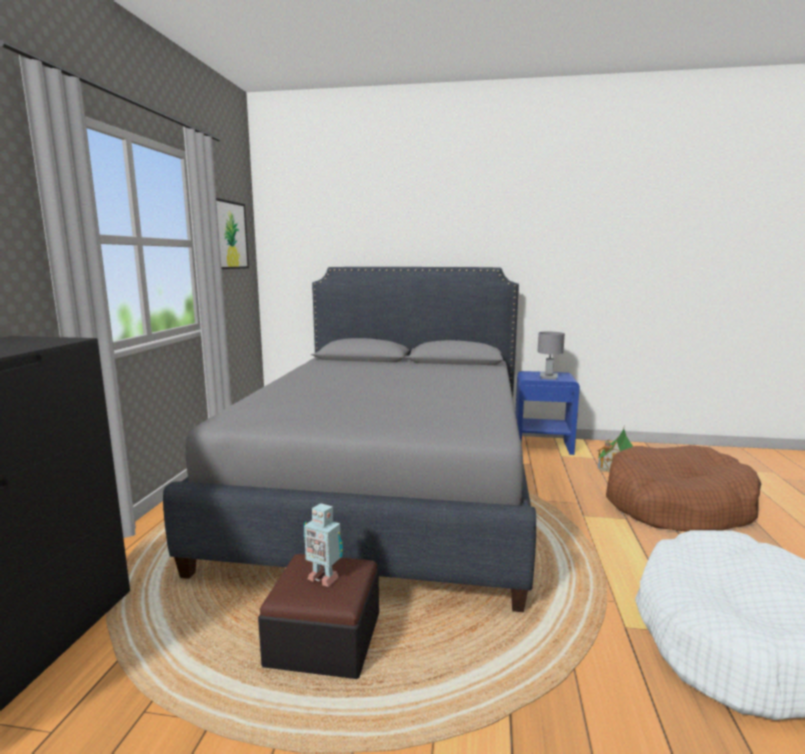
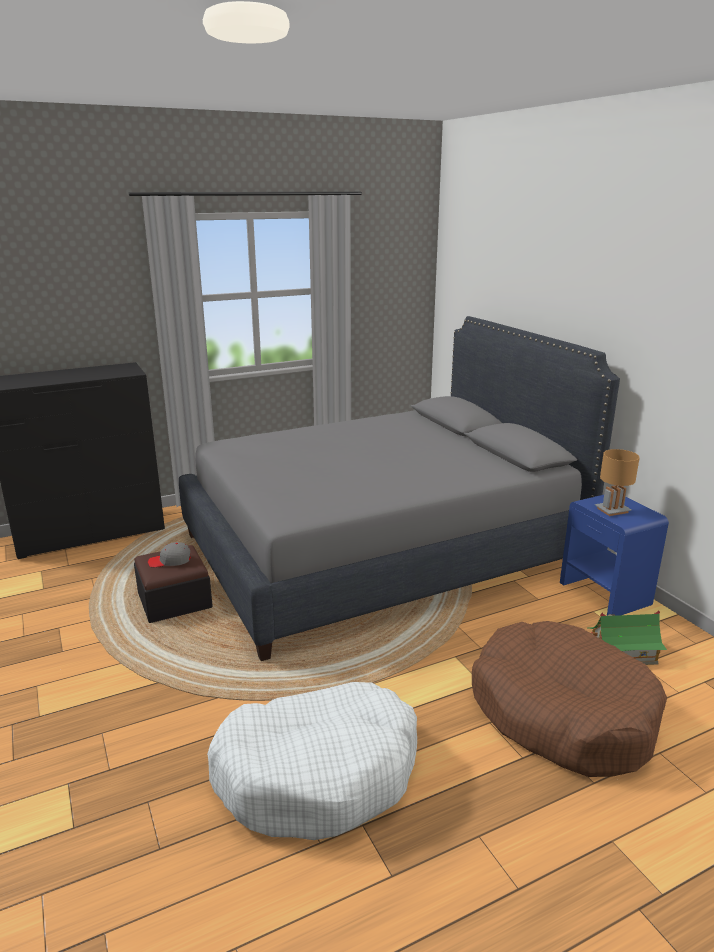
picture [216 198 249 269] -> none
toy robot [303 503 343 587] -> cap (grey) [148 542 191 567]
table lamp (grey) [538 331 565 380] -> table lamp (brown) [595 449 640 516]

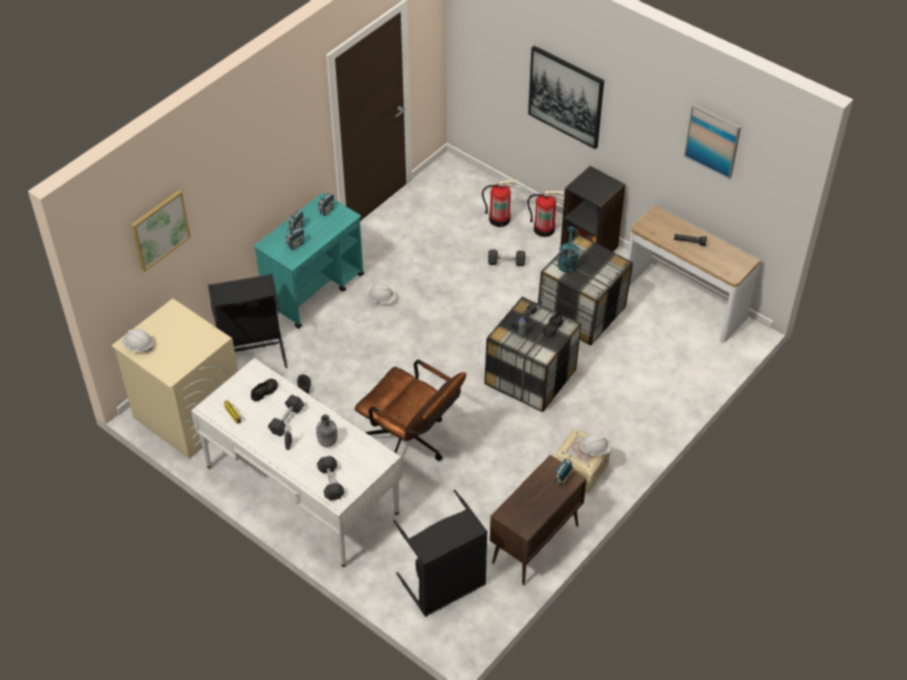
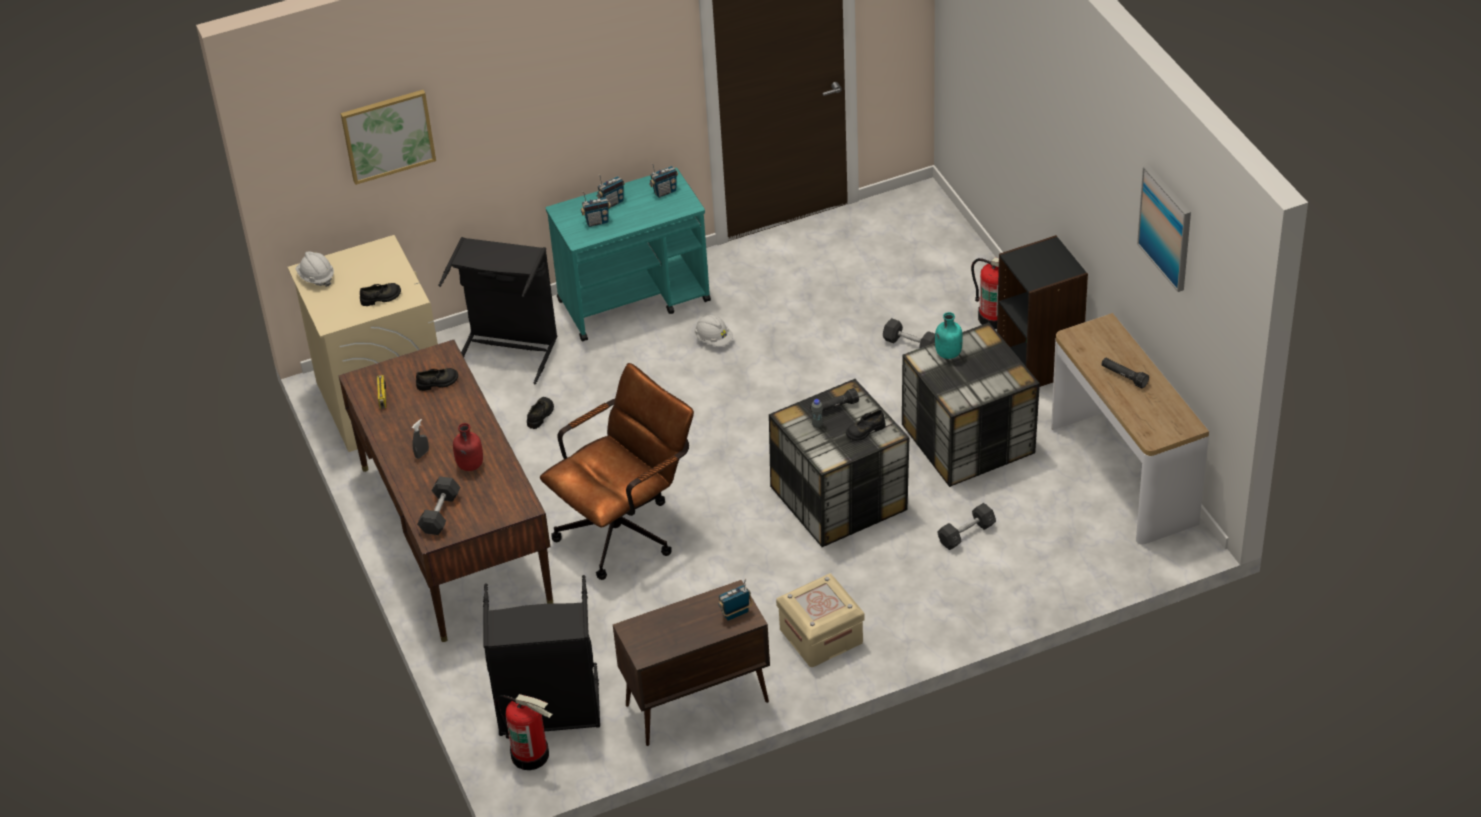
picture [528 46 604 149] -> none
hard hat (white) [579 433 612 456] -> none
none -> shoe (black) [360 283 401 306]
dumbbell (grey) [268 395 305 436] -> dumbbell (grey) [937 503 996 550], move
fire extinguisher [482 180 520 227] -> fire extinguisher [495 694 552 770], move
watering can (turquoise) [558 227 579 273] -> bottle (turquoise) [935 312 963 359]
desk (white) [191 358 402 567] -> desk (brown) [339 340 553 642]
bottle (grey) [316 414 337 447] -> bottle (red) [453 423 483 471]
office chair (brown) [354 360 466 461] -> office chair (brown) [540 363 694 580], 105 degrees counterclockwise

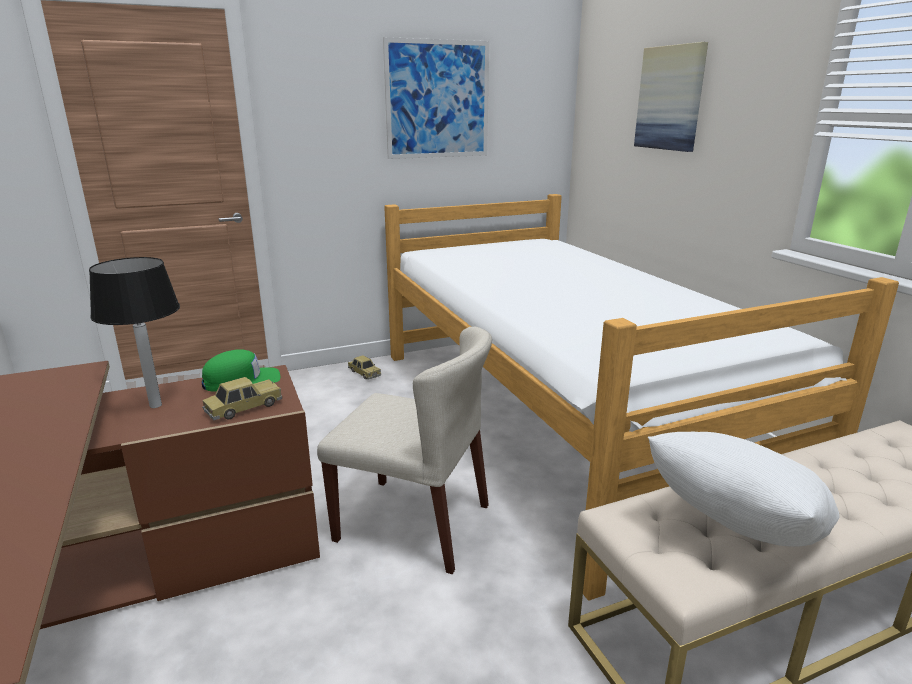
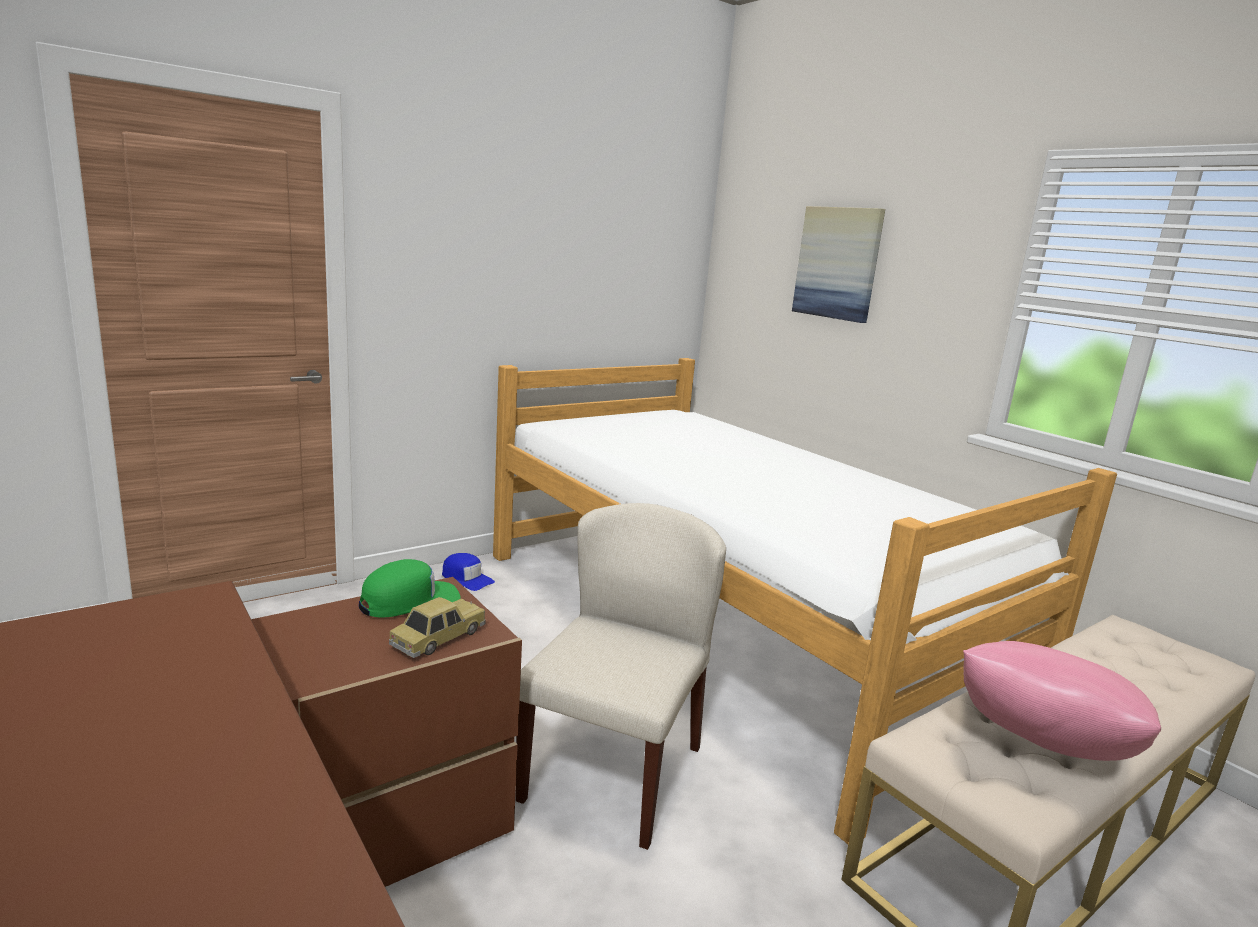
table lamp [89 257 180 408] -> none
picture [383 37 489 159] -> none
toy car [348 355 381 380] -> cap (blue) [442 553 495 591]
pillow (white) [648 432 840 547] -> pillow (pink) [963 641 1161 761]
chair (beige) [317 327 492 574] -> chair (beige) [516 503 726 850], 75 degrees counterclockwise

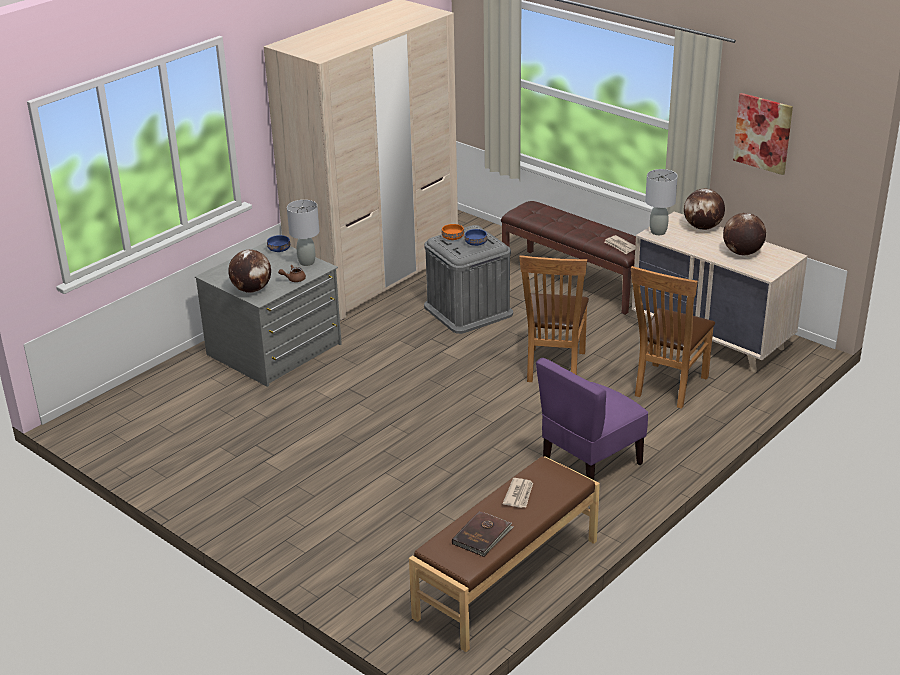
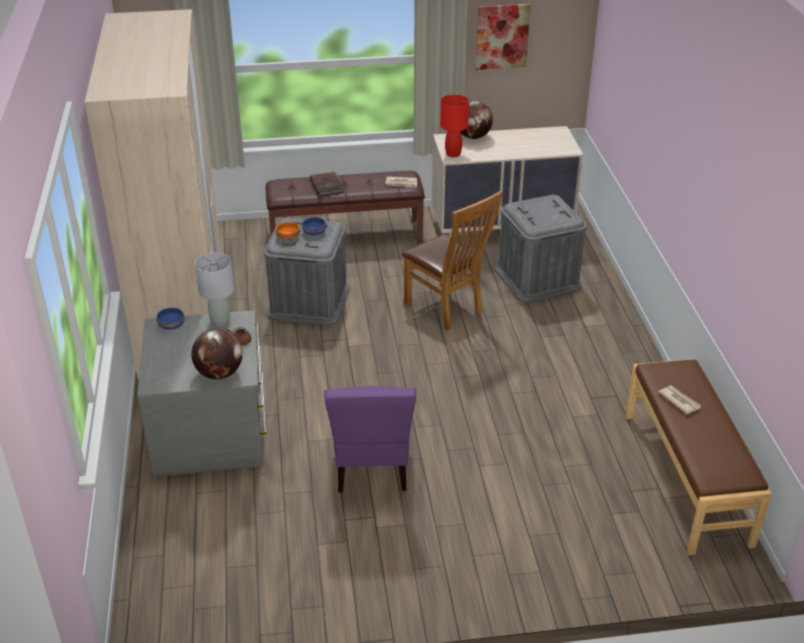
globe [723 213 766 256] -> none
book (brown) [452 511 513 557] -> book (brown) [310 172 344 196], move
chair (purple) [536 358 648 480] -> chair (purple) [324 386 416 493], move
chair (brown) [631 266 715 409] -> storage box (grey) [495 195 587 303]
table lamp (grey) [645 169 678 235] -> table lamp (red) [440 95 469 157]

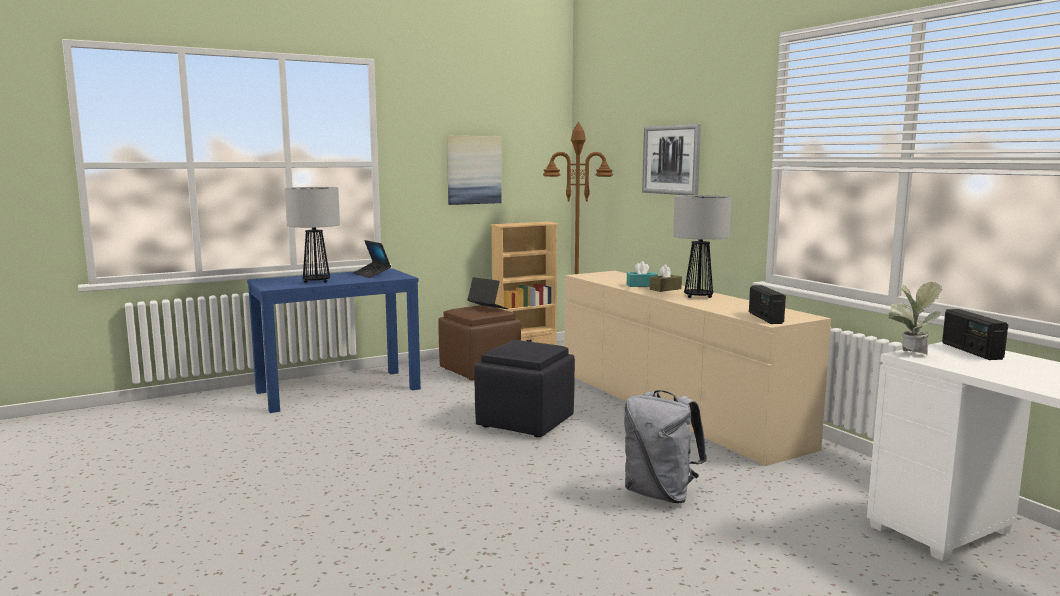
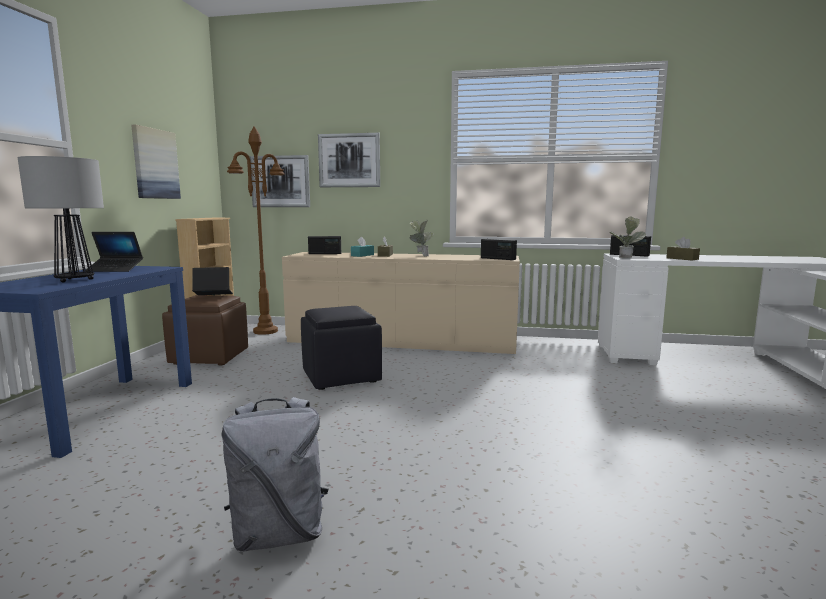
none -> picture [250 155 310 207]
none -> radio [308 236 341 254]
none -> tissue box (brown) [666 237 700 260]
backpack (grey) [624 390 707 503] -> backpack (grey) [221 397 328 552], move
table lamp [673 195 731 298] -> potted plant [410 220 434 257]

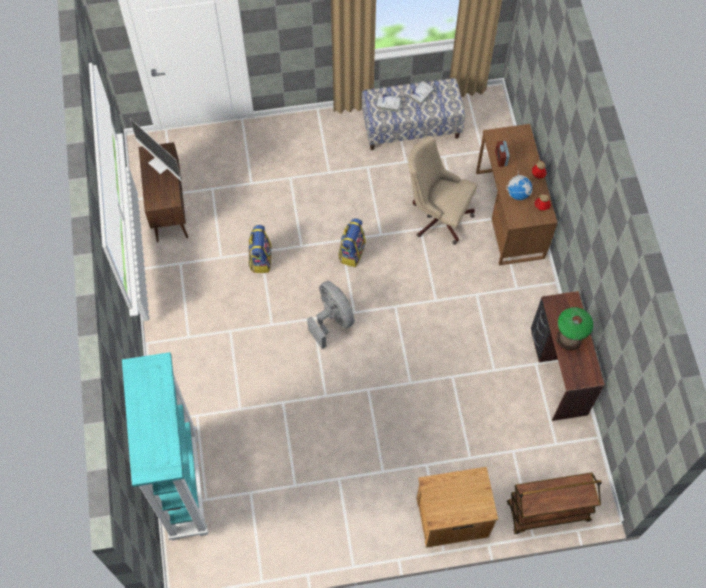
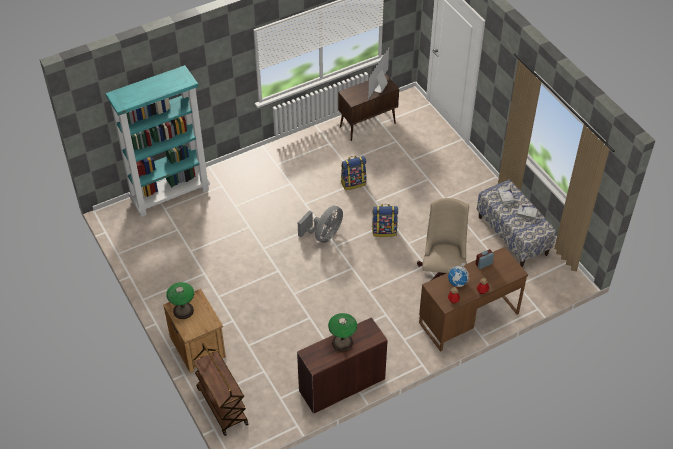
none -> table lamp [166 282 194 319]

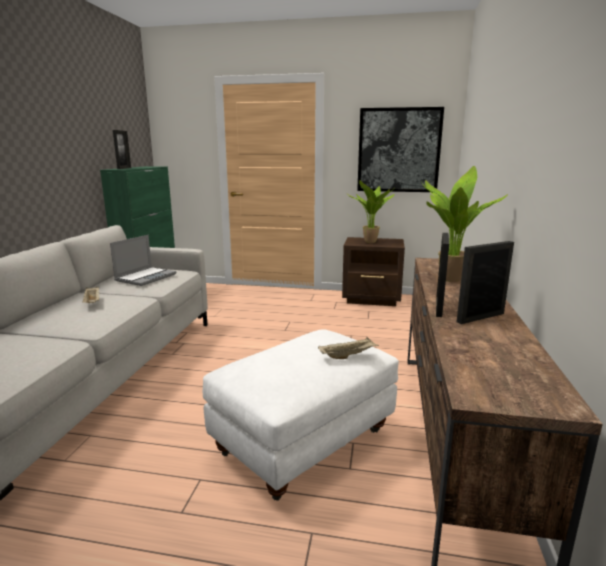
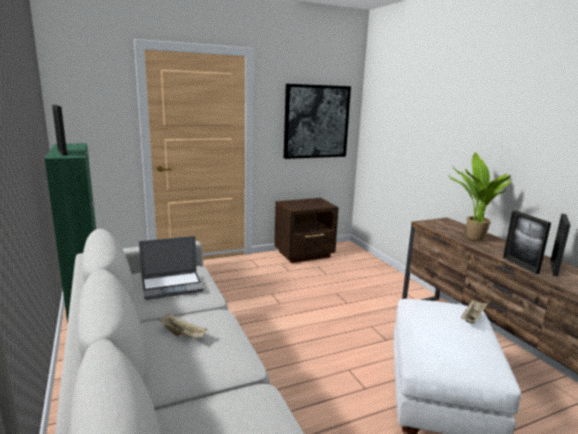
potted plant [349 180 394 243] -> none
laptop [110 235 177 286] -> laptop [139 236 204 300], 75 degrees clockwise

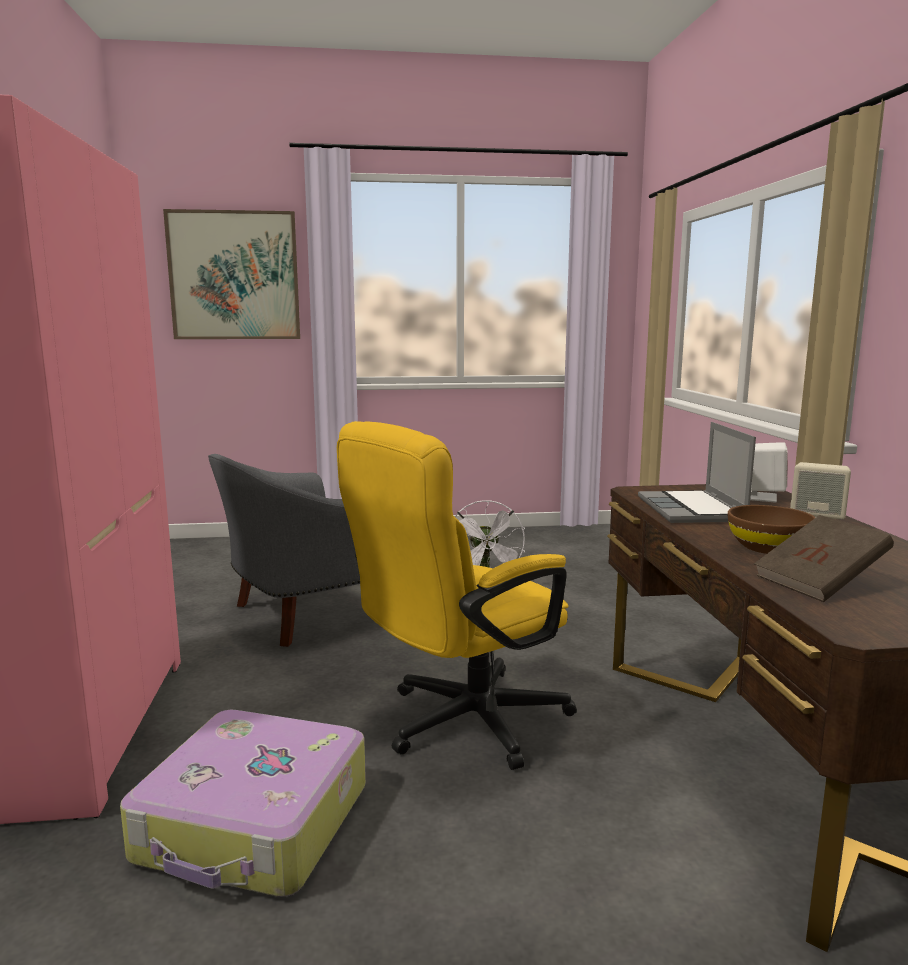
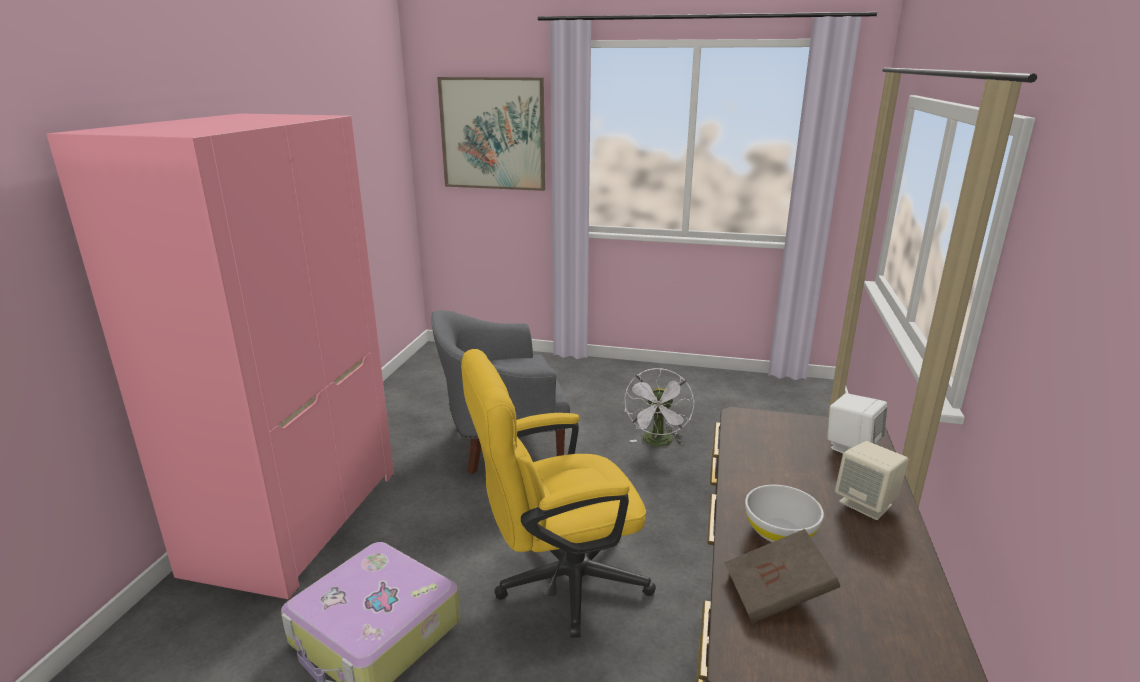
laptop [638 422 756 523] -> none
bowl (brown) [728 505 816 554] -> bowl (white) [745 485 824 542]

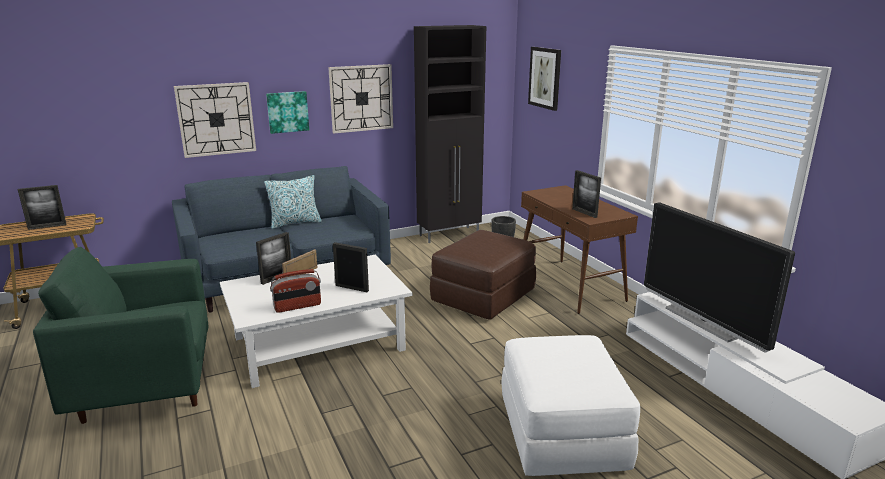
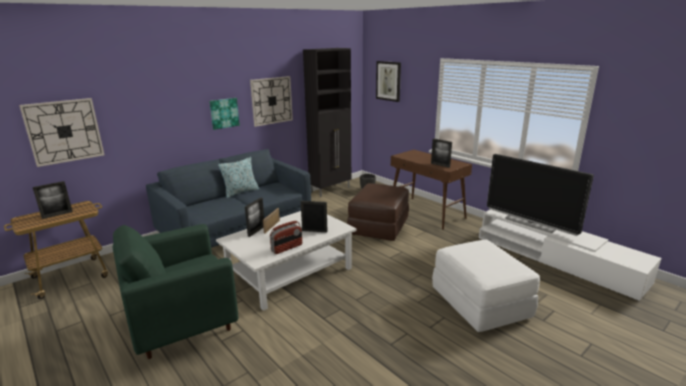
wall clock [174 82 256 158] -> wall clock [19 98 104 167], move

